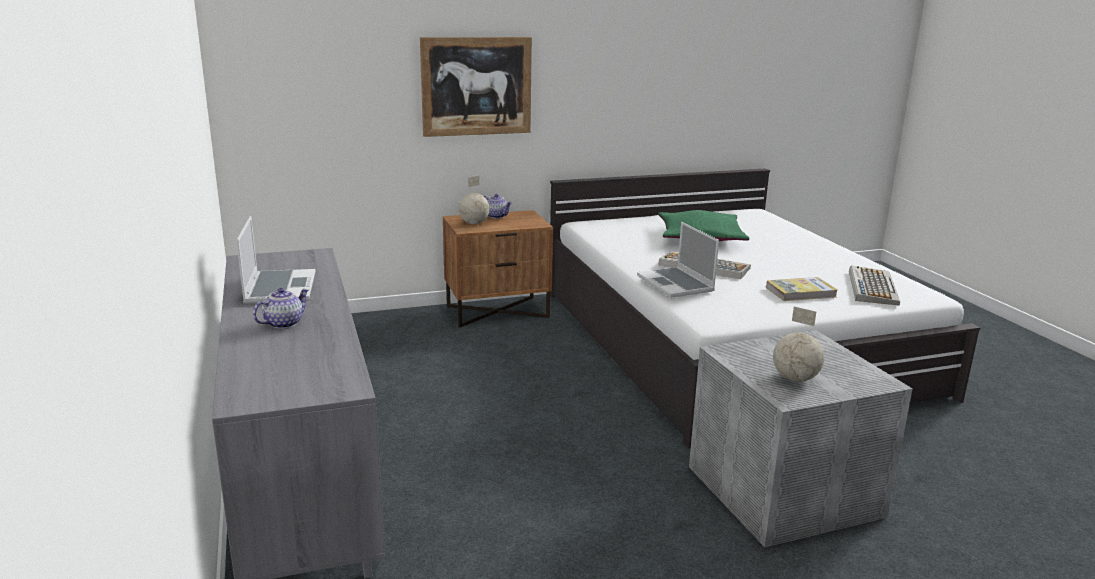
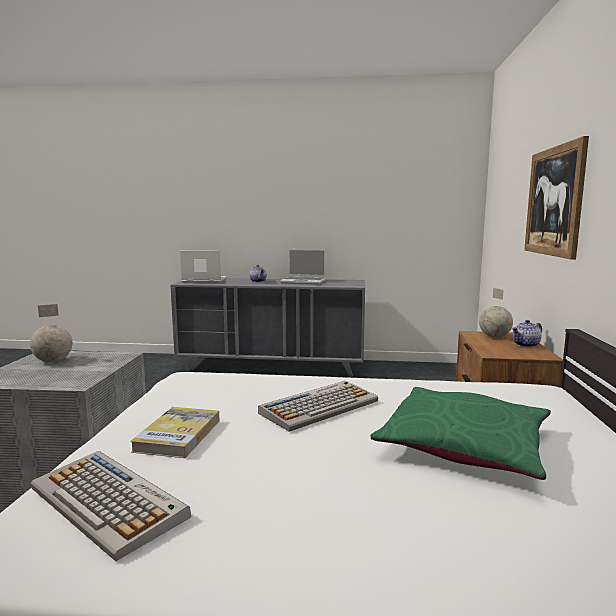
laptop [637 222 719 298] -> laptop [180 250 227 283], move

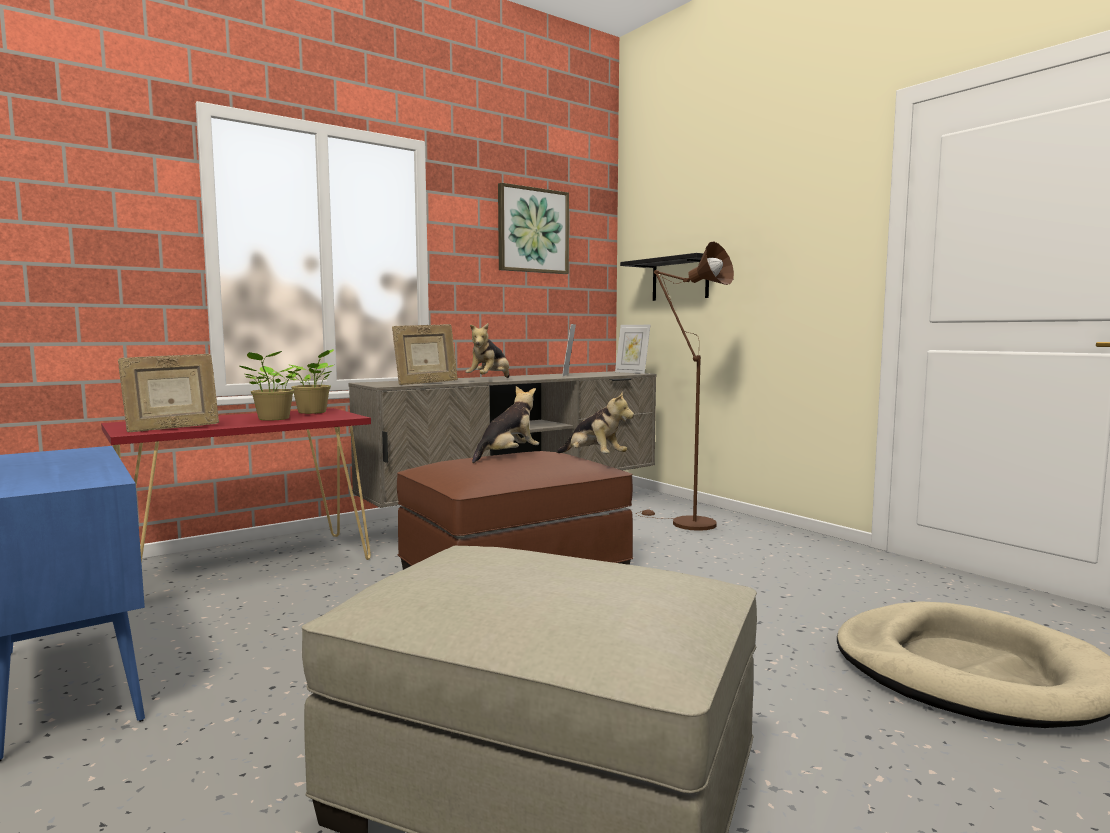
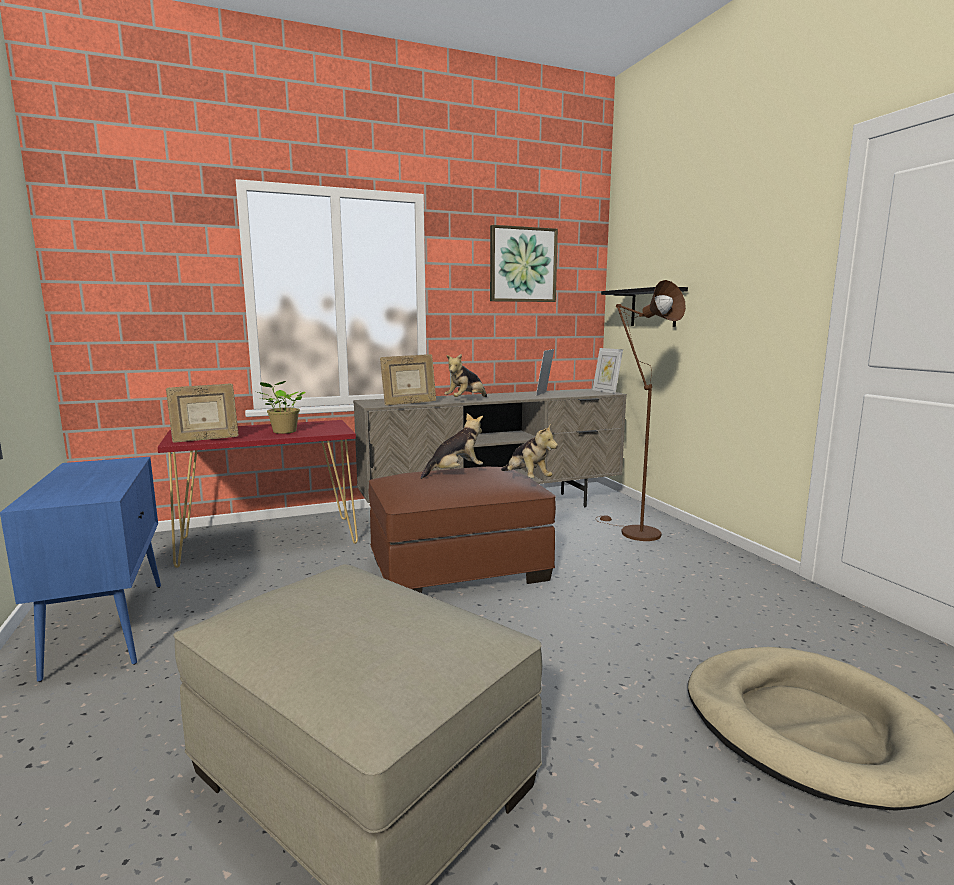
potted plant [288 349 334 414] -> none

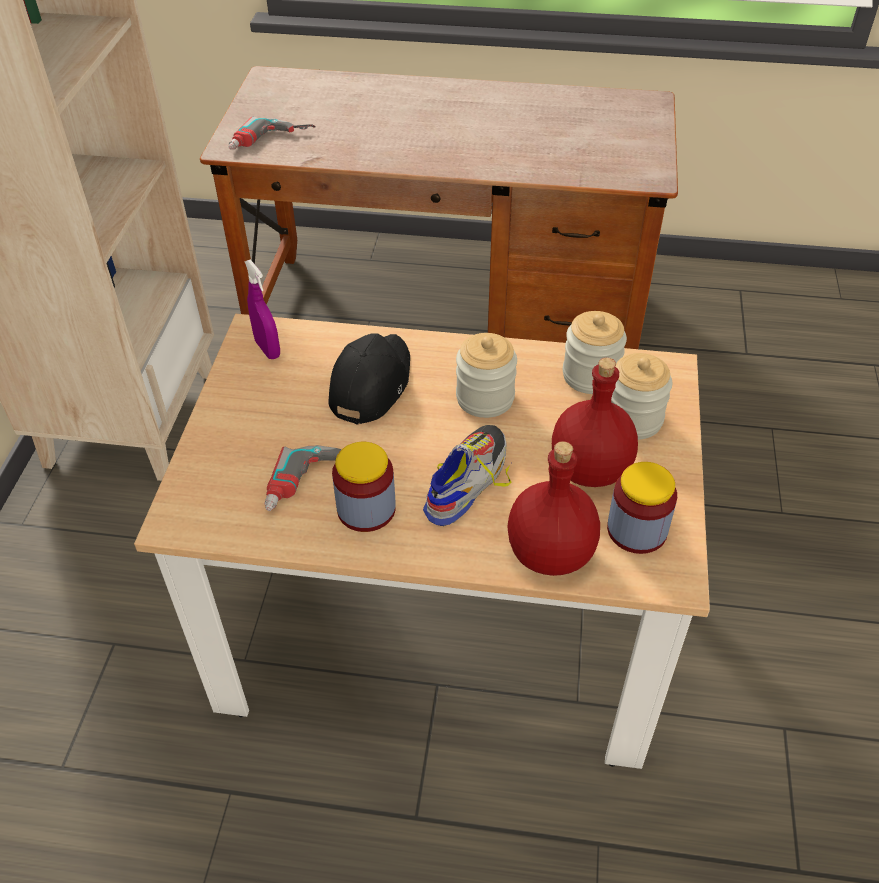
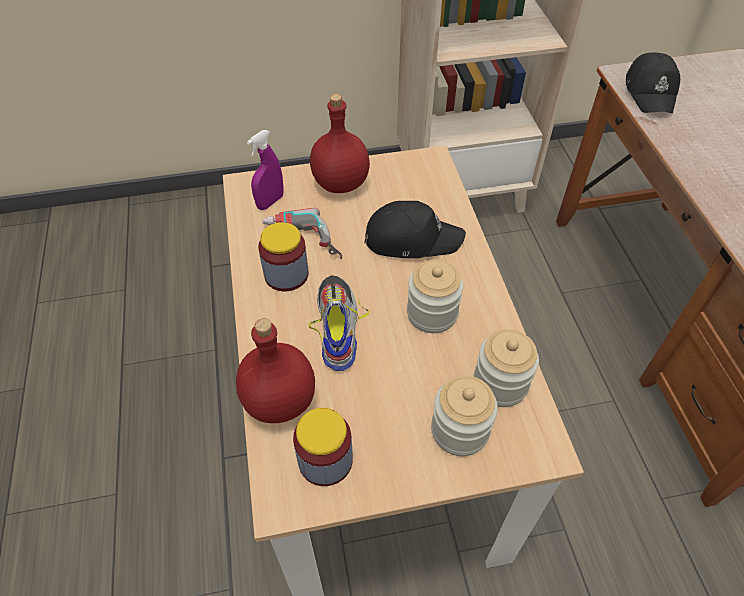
spray bottle (purple) [244 259 280 359] -> spray bottle (purple) [247 130 284 210], move
bottle (red) [552 358 638 487] -> bottle (red) [310 94 370 193], move
power drill [229 116 316 149] -> cap (black) [626 52 680 113]
shoe [423 425 511 526] -> shoe [309 275 369 371], 105 degrees counterclockwise

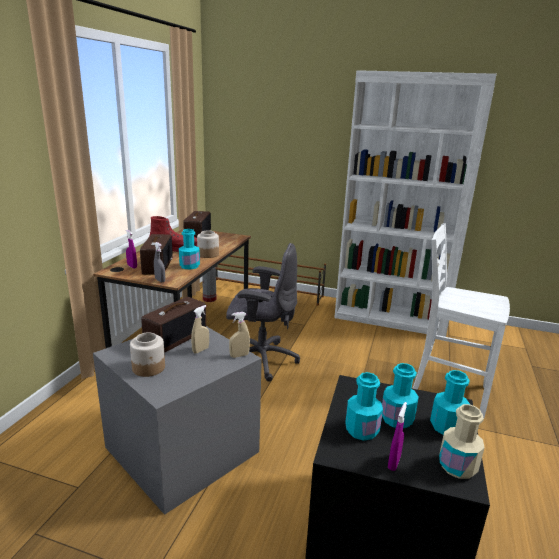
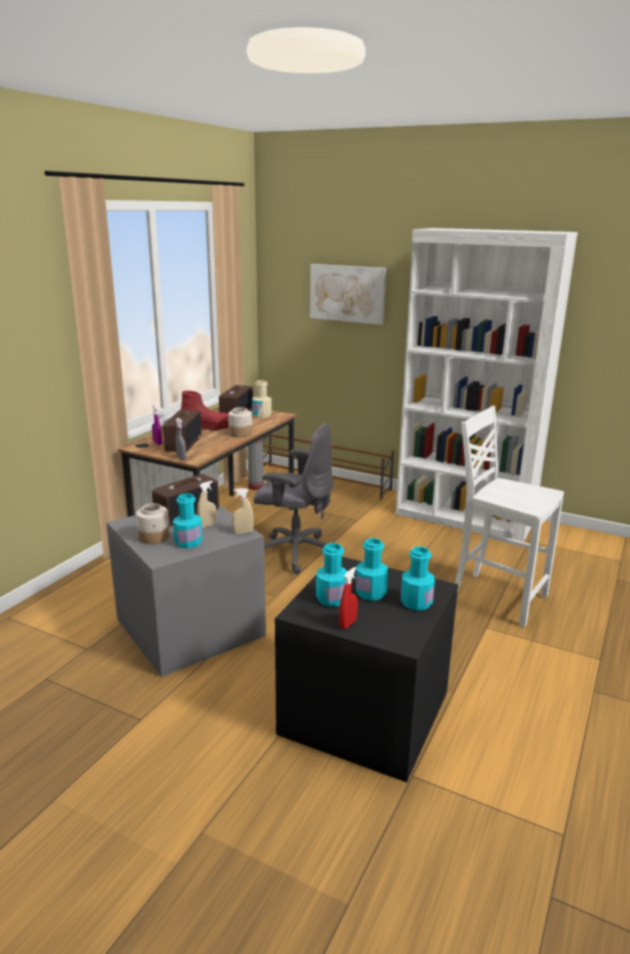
none -> picture [310 264 386 325]
bottle (turquoise) [179 229 200 269] -> bottle (turquoise) [173 493 202 548], move
bottle (beige) [439 404 485 479] -> bottle (beige) [252 380 272 418], move
spray bottle (purple) [388 402 407 471] -> spray bottle (red) [339 567 358 629]

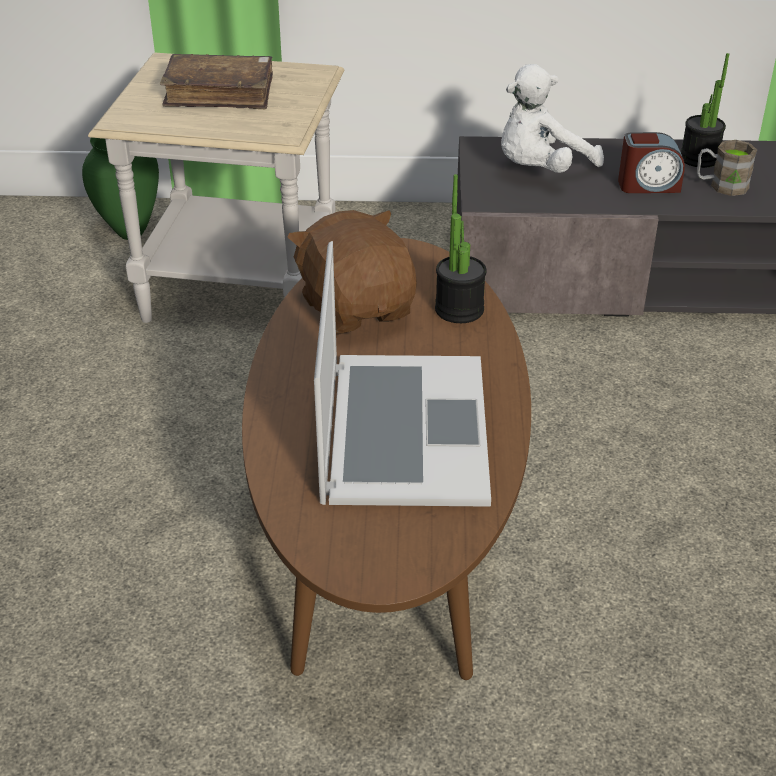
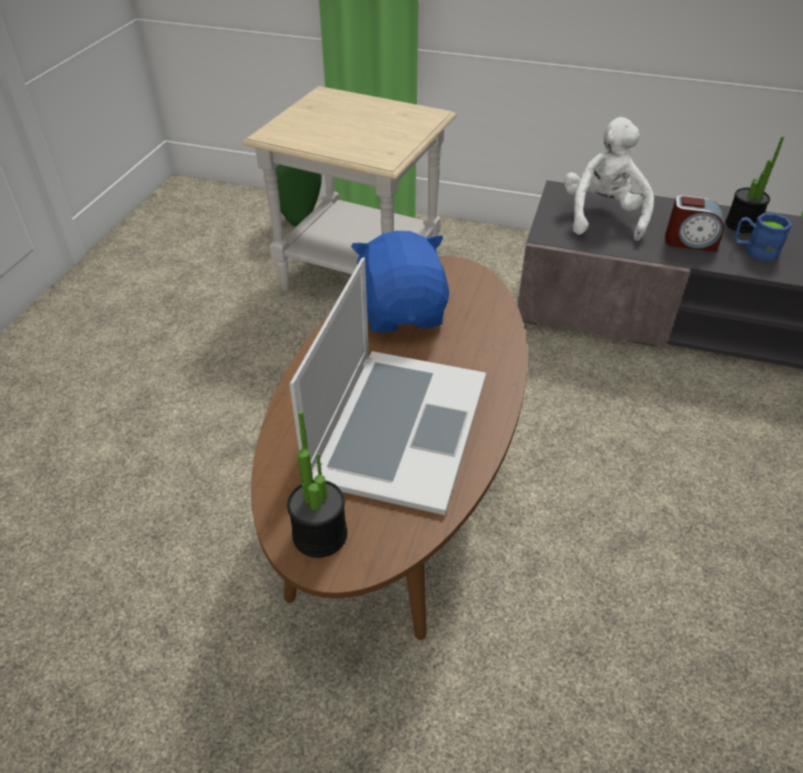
book (brown) [160 54 273 109] -> none
potted plant [435 174 486 323] -> potted plant [287 411 347 558], move
plush toy (brown) [288 210 417 335] -> plush toy (blue) [351 231 449 332]
mug (brown) [697 140 757 196] -> mug (blue) [735 213 792 261]
plush toy (white) [501 64 604 173] -> plush toy (white) [564 117 654 241], 120 degrees clockwise

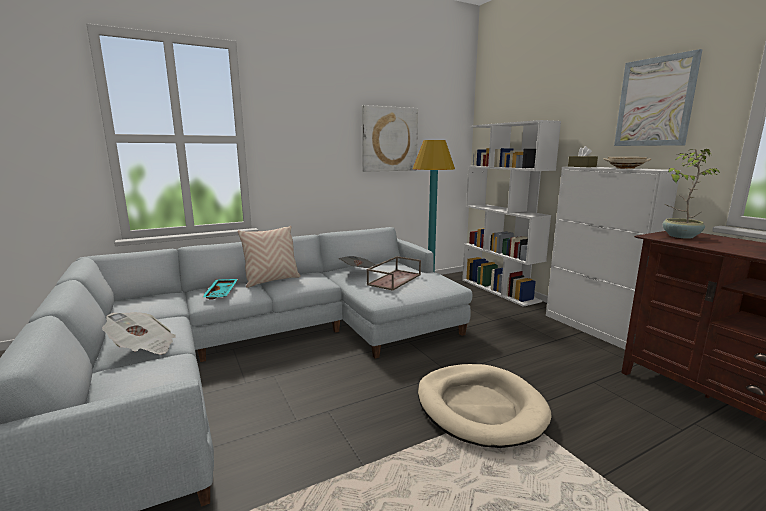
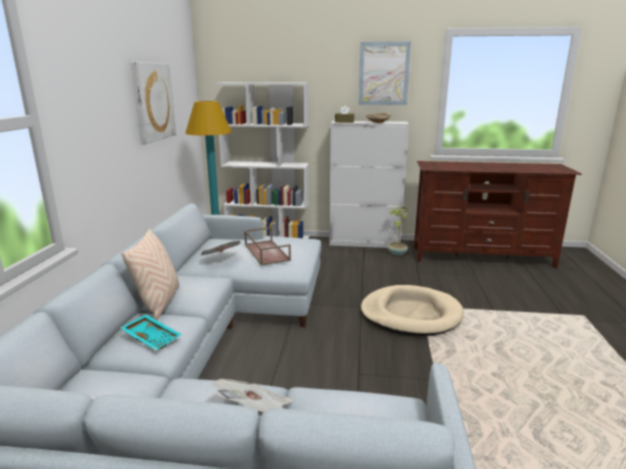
potted plant [663 149 721 239] -> potted plant [388 206 408 256], move

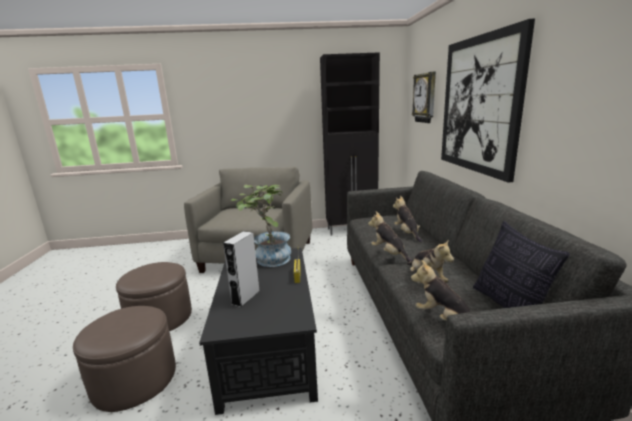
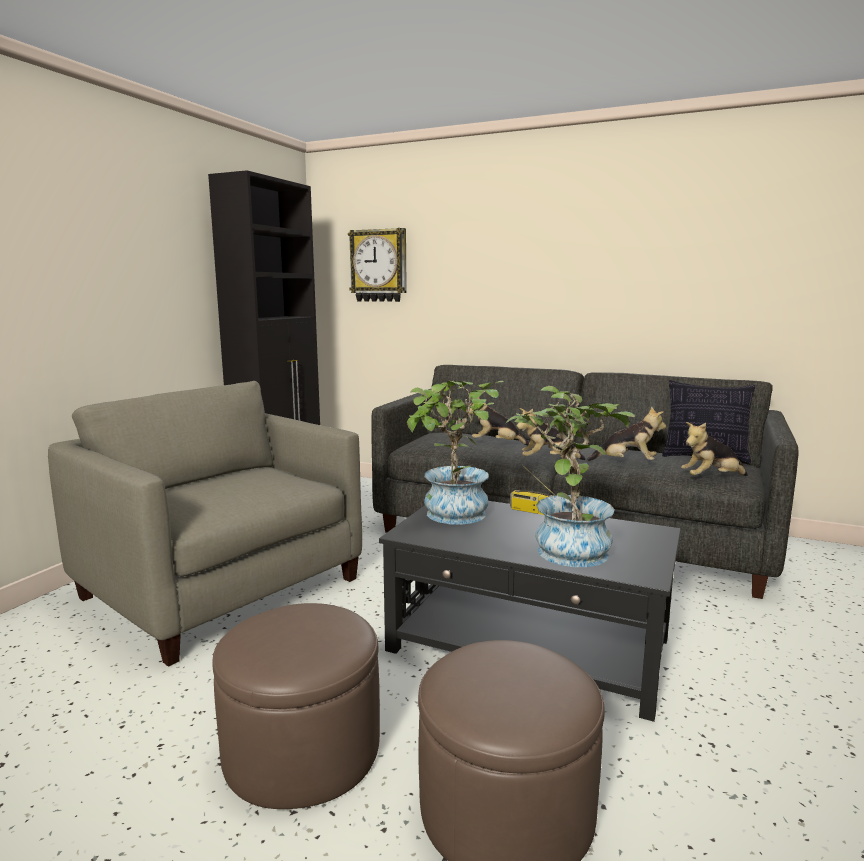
picture [441 19 535 183] -> none
speaker (grey) [223 231 260 307] -> potted plant [505 386 635 567]

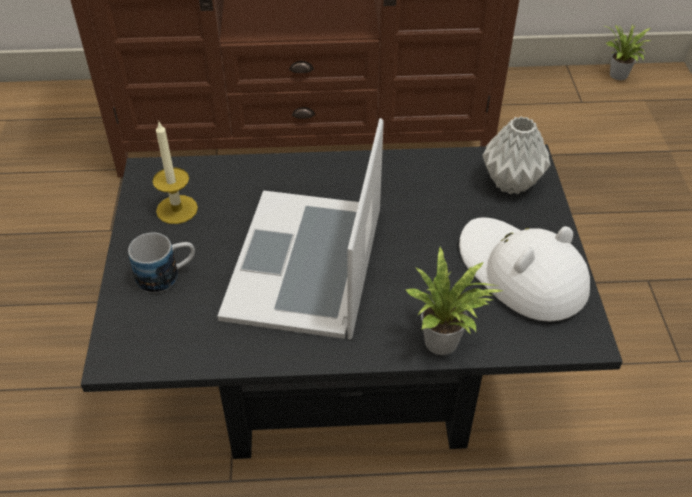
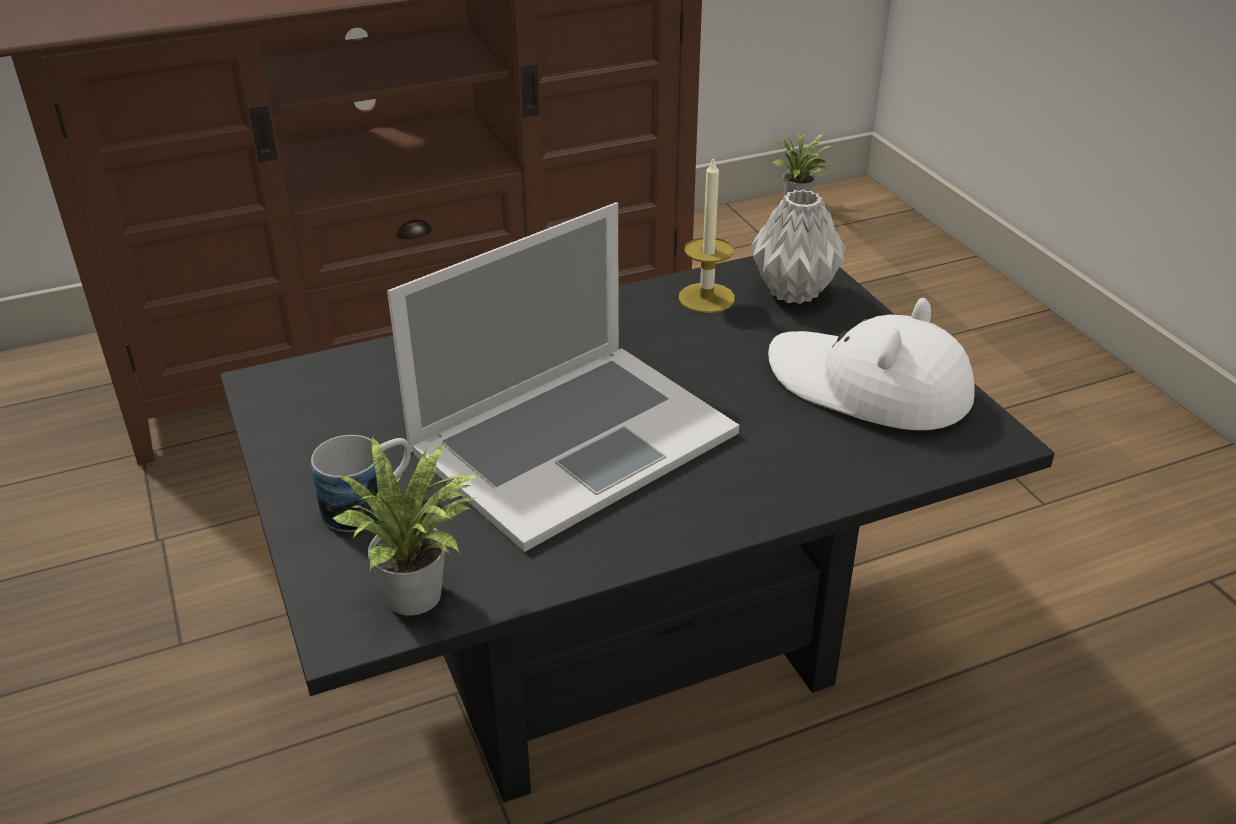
candle [152 122 198 224] -> candle [679 156 735 313], move
potted plant [406 245 503 355] -> potted plant [332 437 486 616], move
laptop [217 118 384 339] -> laptop [387 202 739 552], 120 degrees counterclockwise

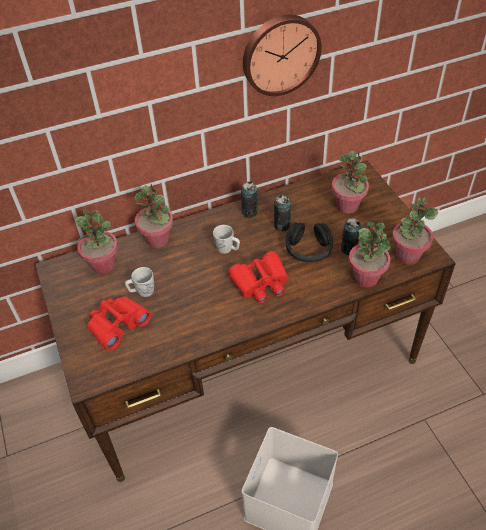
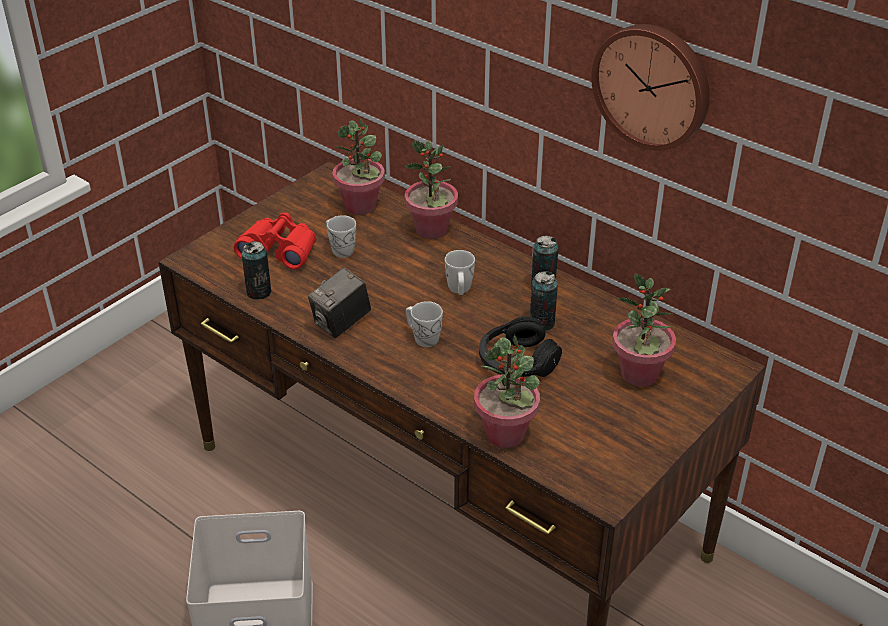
potted plant [392 197 438 265] -> none
none -> photo camera [308 267 371 338]
can [341 218 361 255] -> can [242 241 271 300], move
binoculars (red) [228 251 289 303] -> mug (white) [406 301 443 347]

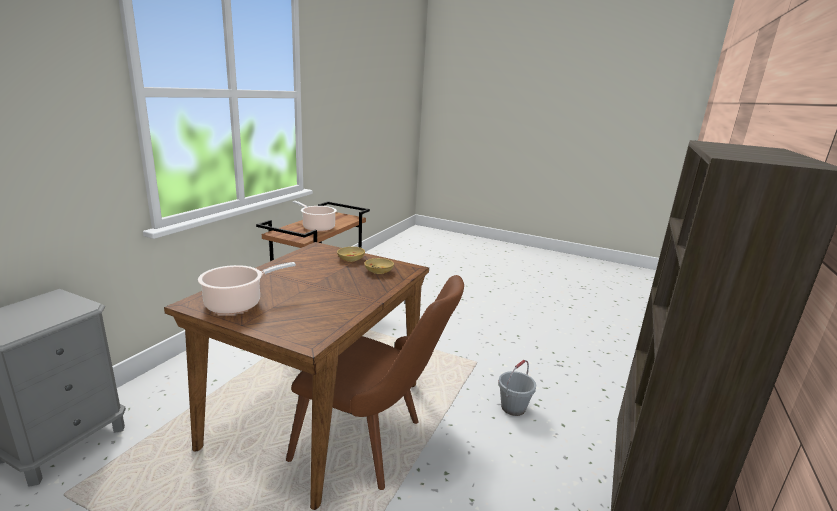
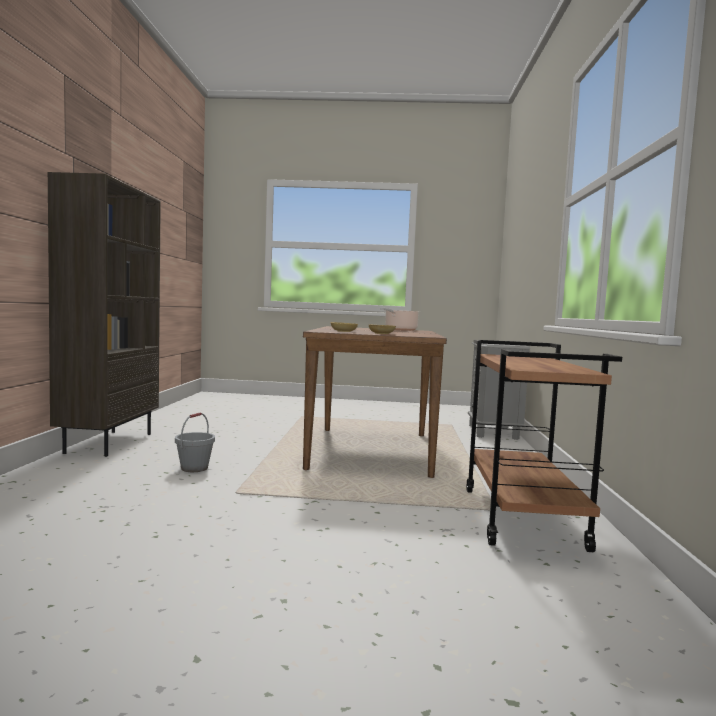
chair (brown) [286 275 464 490] -> none
cooking pot [292 201 337 232] -> none

